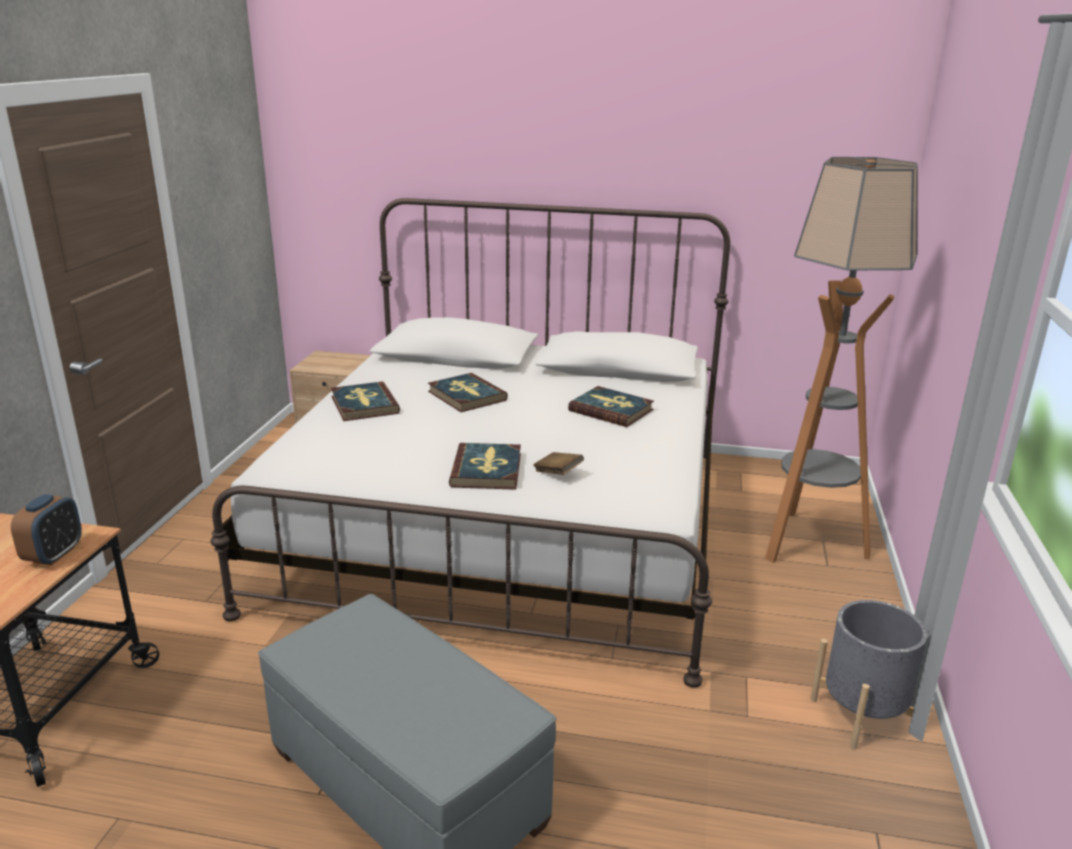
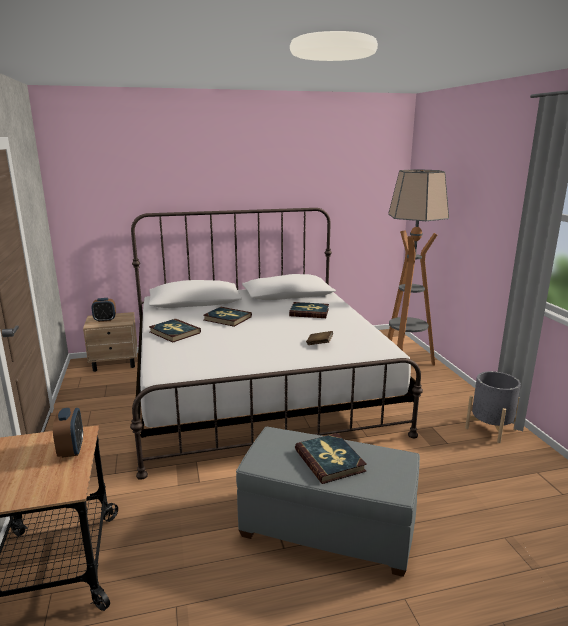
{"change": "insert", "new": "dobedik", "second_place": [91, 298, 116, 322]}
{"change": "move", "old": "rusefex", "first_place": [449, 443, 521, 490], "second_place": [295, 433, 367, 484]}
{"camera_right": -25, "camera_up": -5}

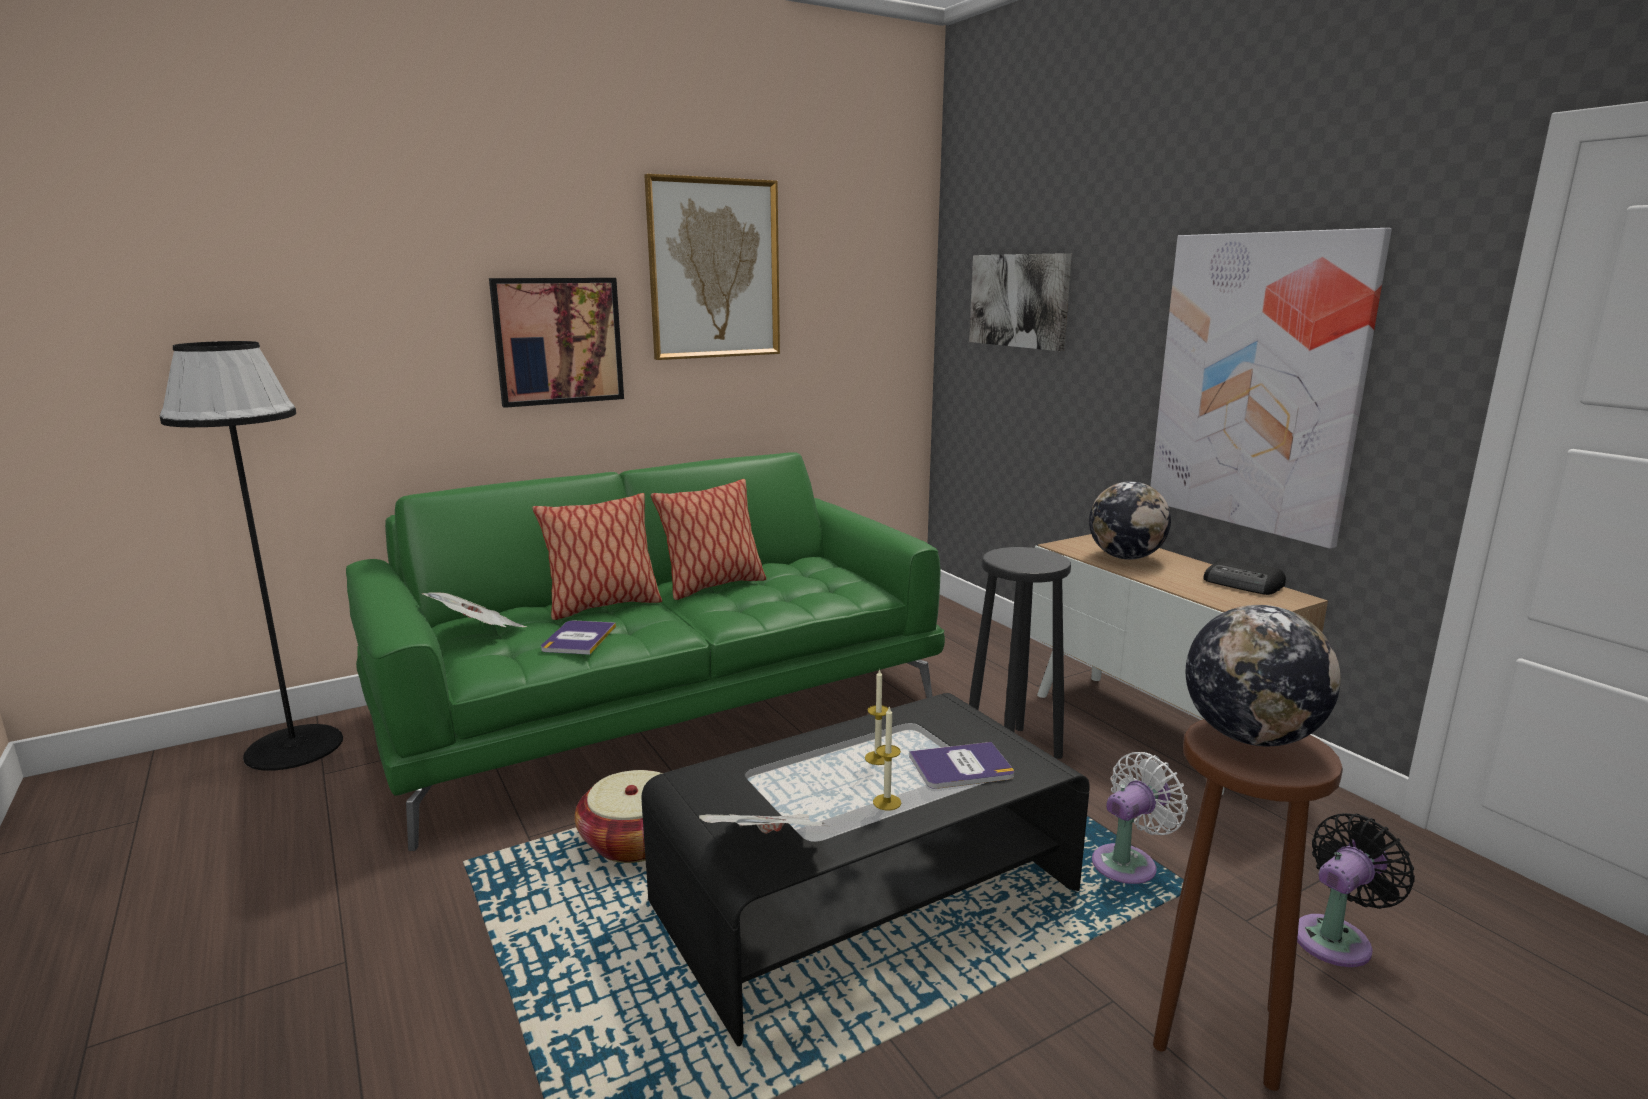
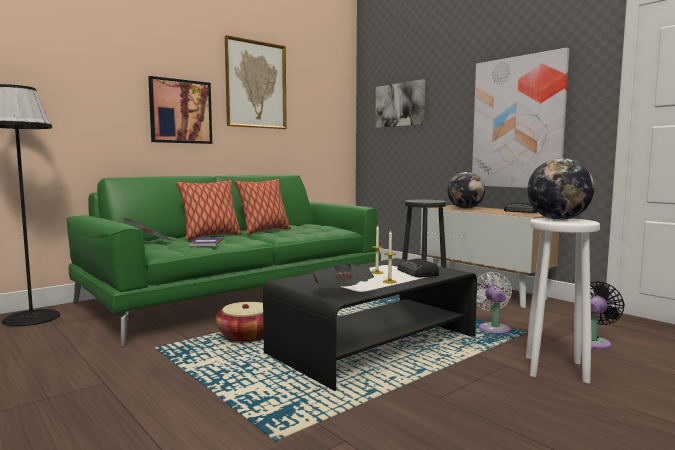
{"change": "replace", "old": "rusefex", "new": "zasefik", "first_place": [909, 742, 1014, 789], "second_place": [398, 258, 439, 277]}
{"change": "recolor", "old": "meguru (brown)", "new": "meguru (white)", "first_place": [1153, 719, 1343, 1091], "second_place": [526, 218, 600, 383]}
{"change": "rotate", "old": "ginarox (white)", "first_place": [1092, 752, 1188, 884], "second_place": [476, 272, 512, 334], "degrees": -45}
{"camera_right": -10, "camera_up": -10}

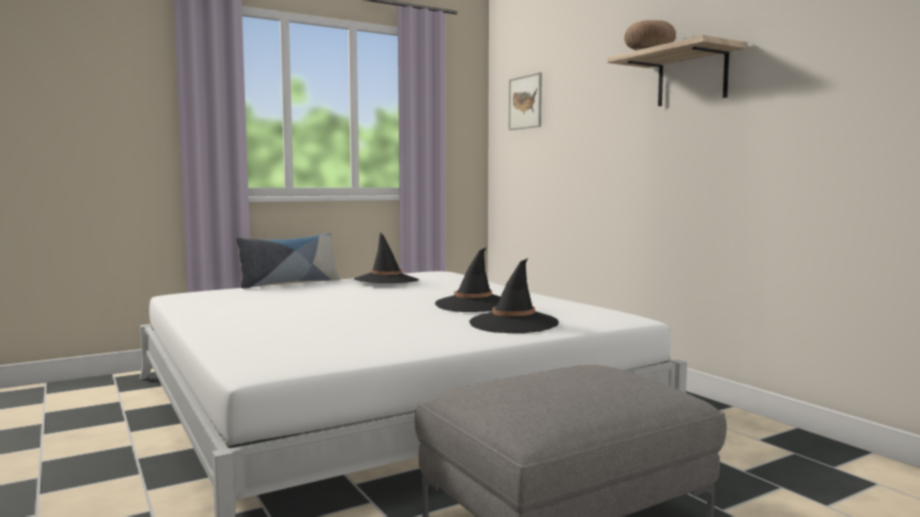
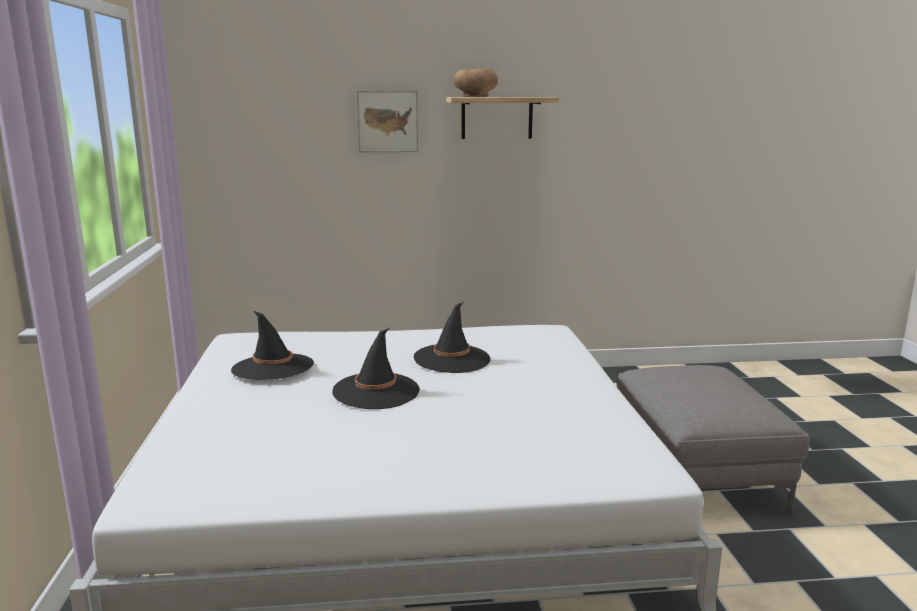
{"change": "delete", "old": "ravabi", "first_place": [236, 233, 340, 289]}
{"change": "move", "old": "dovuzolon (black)", "first_place": [469, 258, 559, 333], "second_place": [332, 328, 420, 409]}
{"change": "move", "old": "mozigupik", "first_place": [509, 72, 542, 130], "second_place": [356, 90, 418, 152]}
{"camera_right": -65, "camera_up": 10}

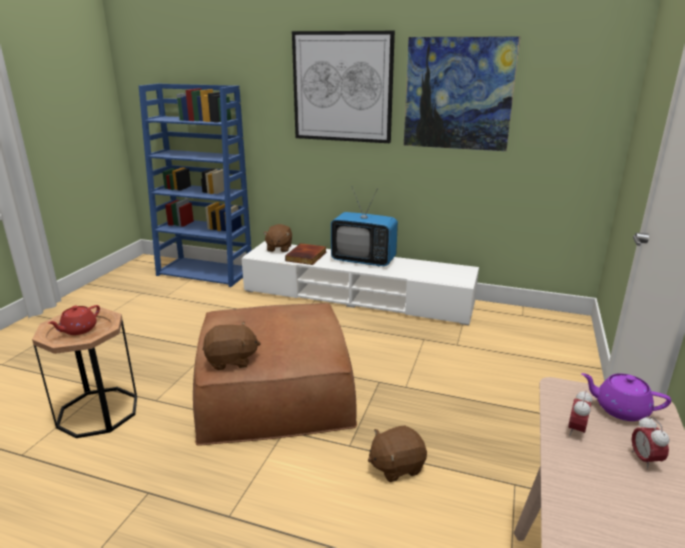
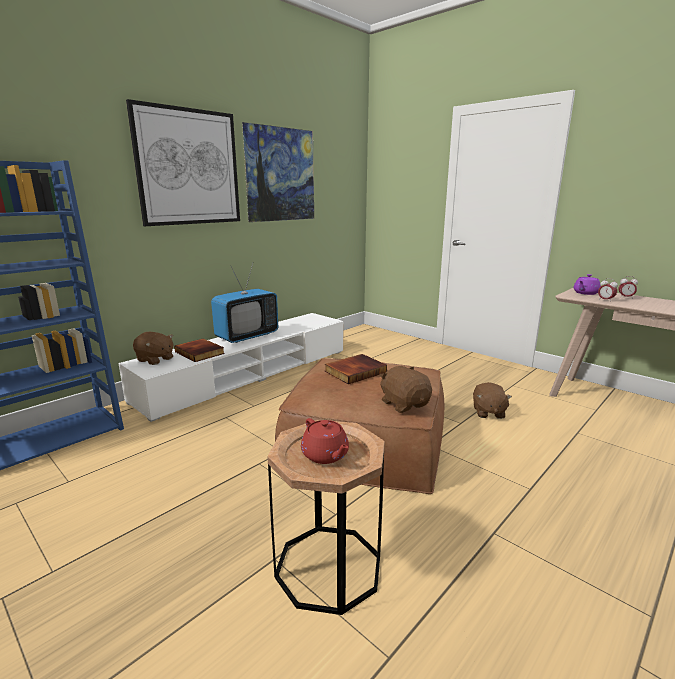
{"change": "insert", "new": "rusefex", "second_place": [324, 354, 387, 384]}
{"change": "rotate", "old": "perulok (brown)", "first_place": [202, 322, 261, 370], "second_place": [379, 366, 432, 413], "degrees": -45}
{"camera_right": -65, "camera_up": -5}

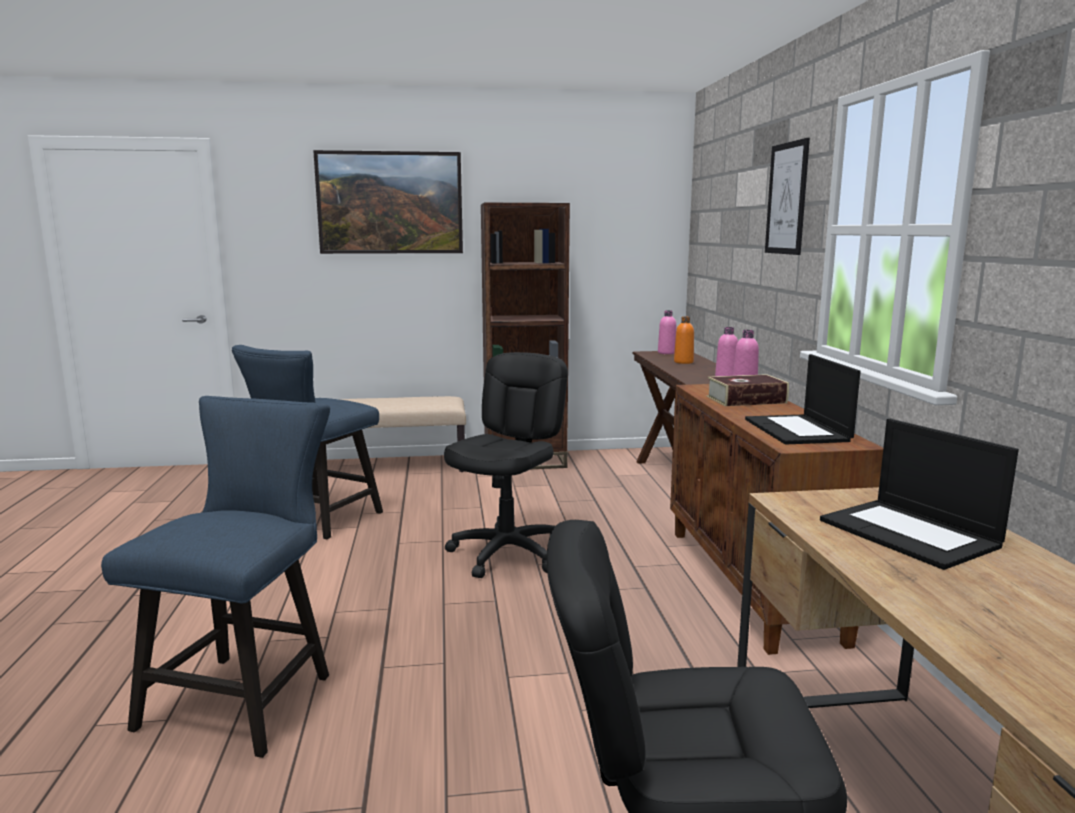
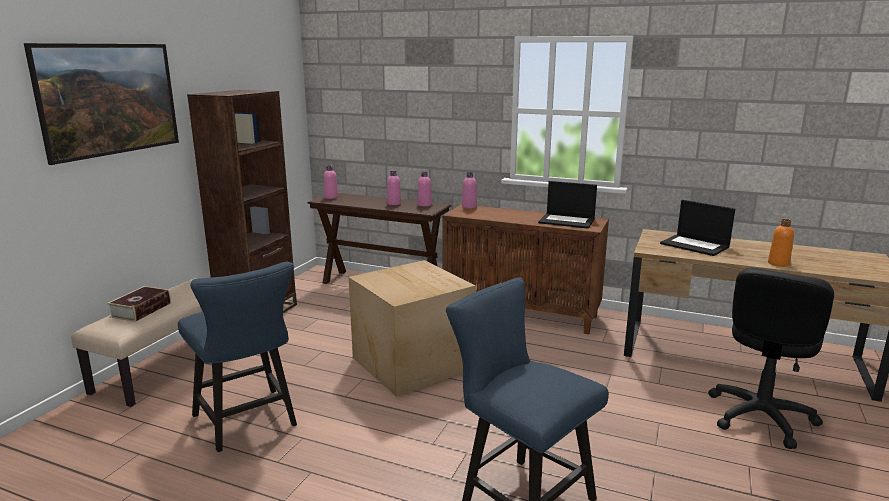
{"change": "delete", "old": "mozigupik", "first_place": [765, 138, 810, 255]}
{"change": "insert", "new": "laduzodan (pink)", "second_place": [387, 171, 401, 205]}
{"change": "move", "old": "laduzodan (orange)", "first_place": [674, 317, 694, 364], "second_place": [768, 219, 794, 267]}
{"change": "move", "old": "rusefex", "first_place": [707, 374, 789, 406], "second_place": [107, 286, 171, 322]}
{"change": "replace", "old": "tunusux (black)", "new": "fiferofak", "first_place": [444, 352, 568, 578], "second_place": [349, 260, 476, 397]}
{"change": "rotate", "old": "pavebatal", "first_place": [820, 419, 1019, 570], "second_place": [660, 200, 735, 256], "degrees": 45}
{"camera_right": -60, "camera_up": 5}

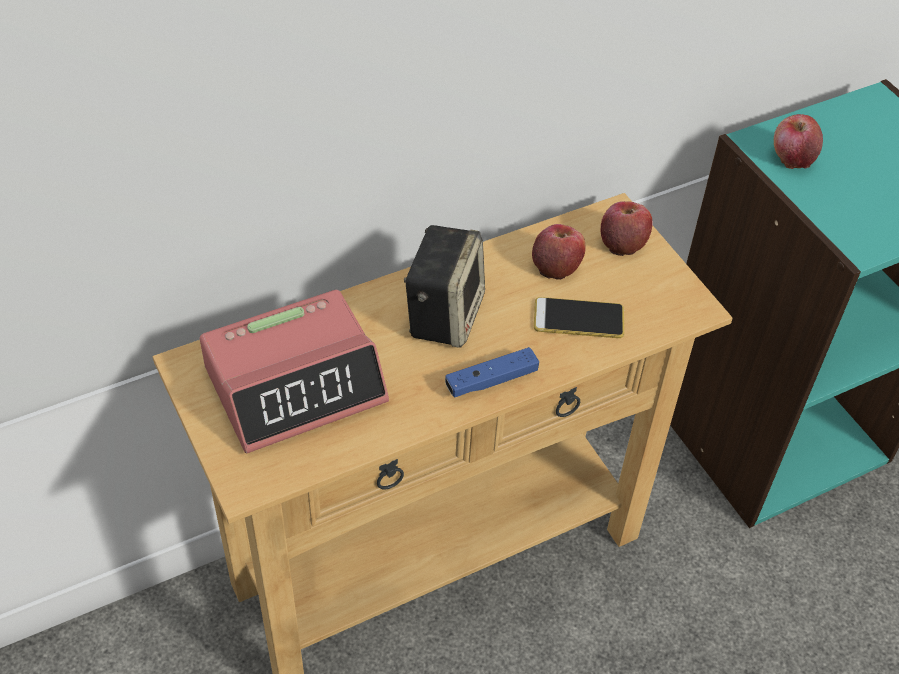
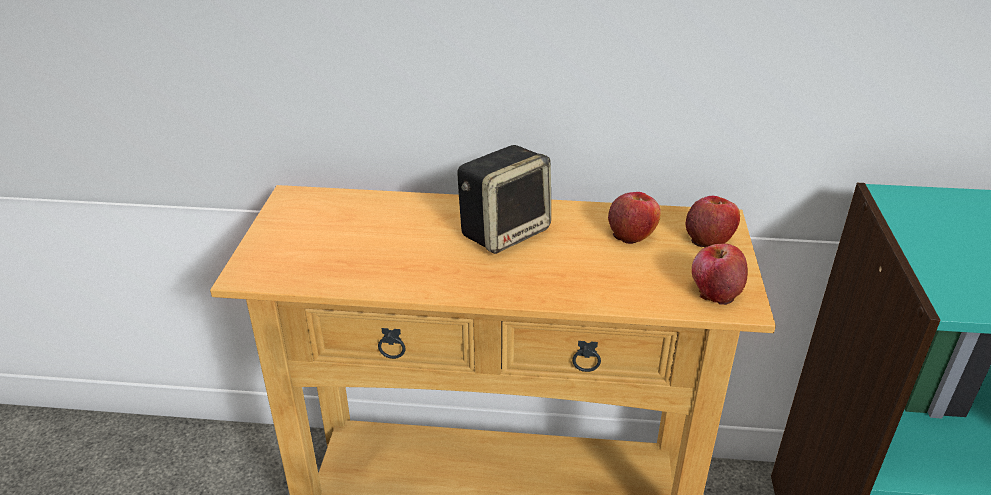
{"change": "delete", "old": "dobedik", "first_place": [200, 290, 389, 454]}
{"change": "delete", "old": "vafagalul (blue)", "first_place": [445, 347, 539, 398]}
{"change": "delete", "old": "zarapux", "first_place": [534, 297, 624, 338]}
{"change": "move", "old": "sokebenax", "first_place": [774, 114, 823, 169], "second_place": [692, 244, 748, 305]}
{"camera_right": 35, "camera_up": -15}

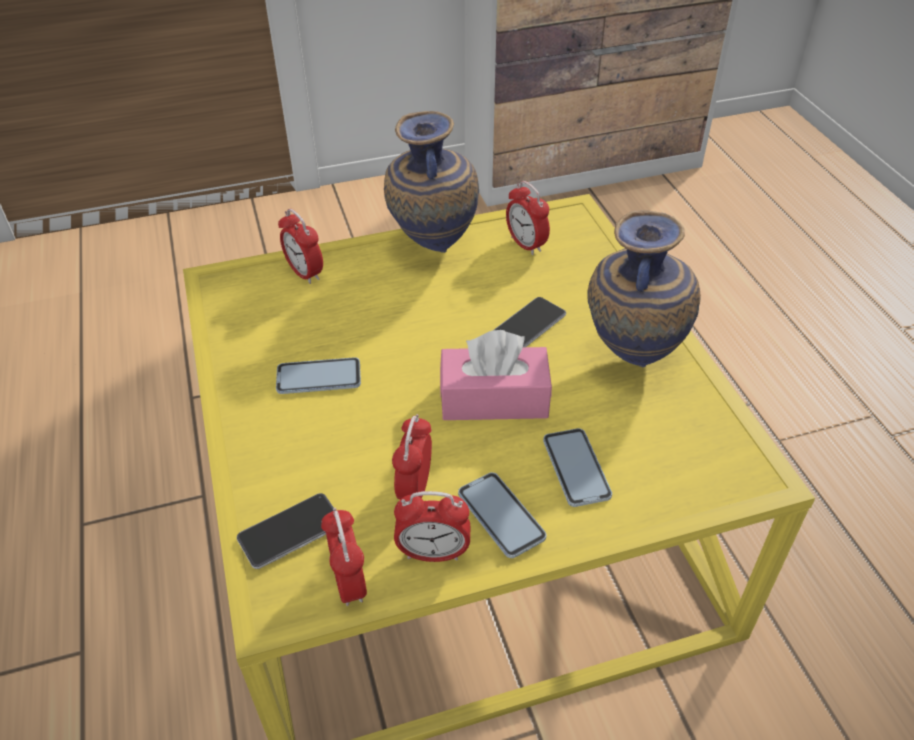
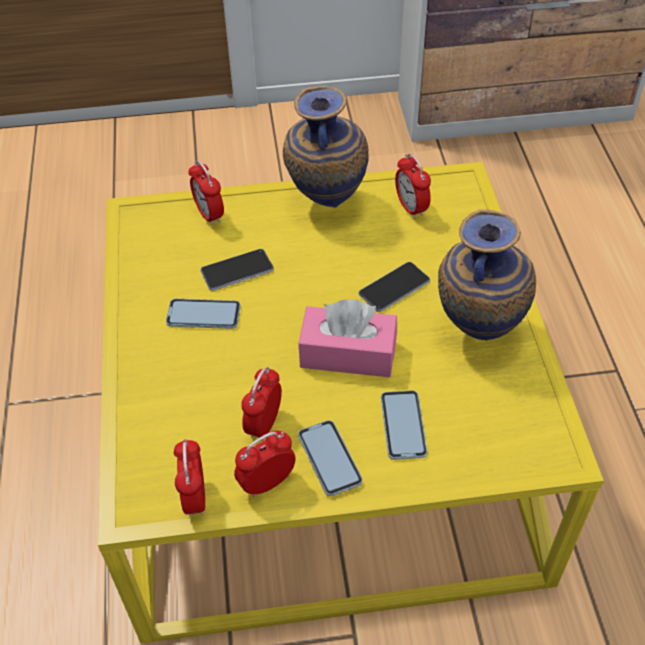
{"change": "move", "old": "zarapux", "first_place": [237, 493, 334, 569], "second_place": [200, 249, 274, 291]}
{"change": "rotate", "old": "dobedik", "first_place": [394, 491, 470, 562], "second_place": [234, 431, 295, 497], "degrees": 135}
{"camera_right": 10, "camera_up": 5}

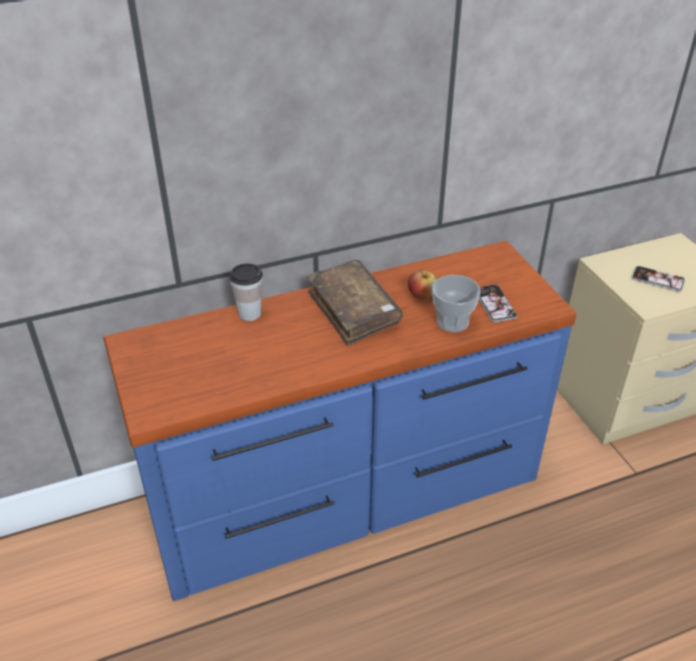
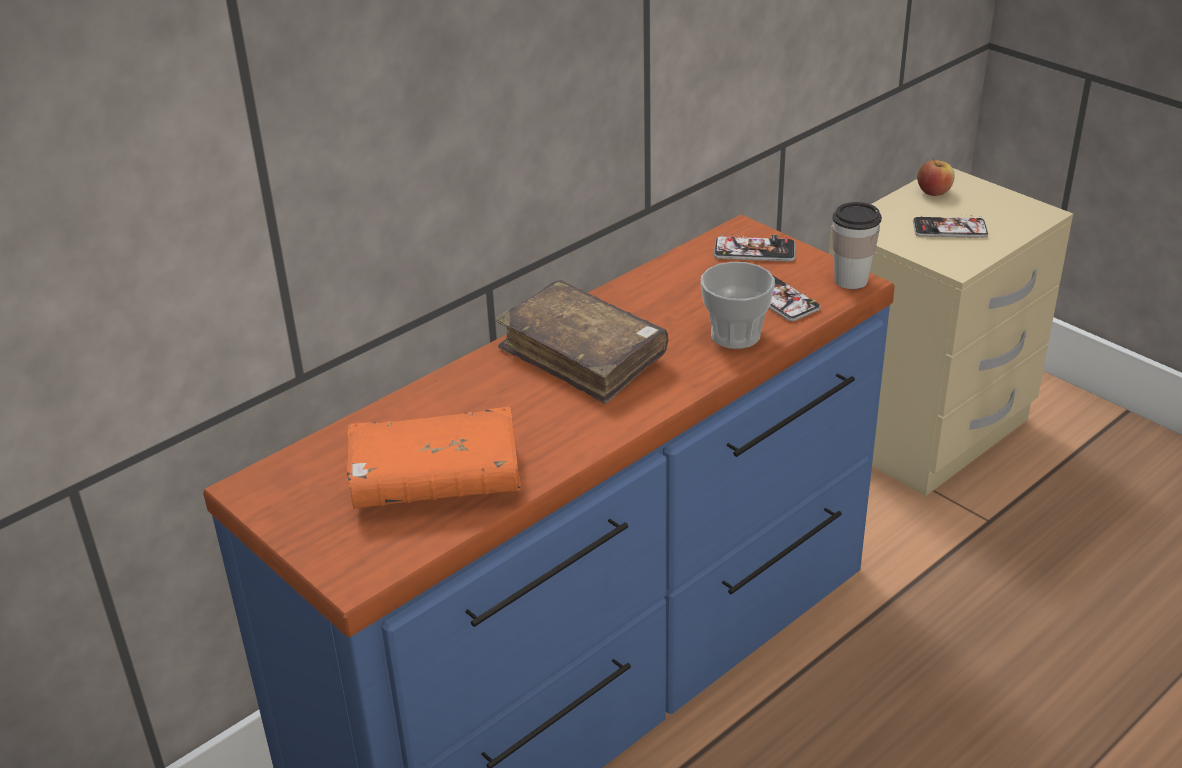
{"change": "insert", "new": "rusefex (orange)", "second_place": [347, 407, 521, 509]}
{"change": "insert", "new": "zarapux", "second_place": [714, 233, 795, 262]}
{"change": "move", "old": "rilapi", "first_place": [229, 263, 263, 321], "second_place": [832, 202, 882, 289]}
{"change": "move", "old": "sokebenax", "first_place": [408, 269, 437, 299], "second_place": [917, 158, 955, 196]}
{"camera_right": -20, "camera_up": -5}

